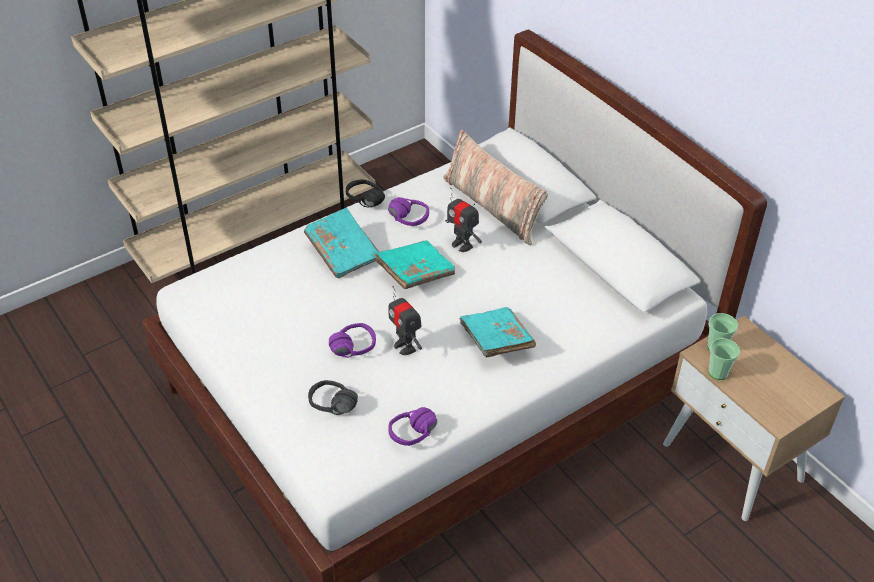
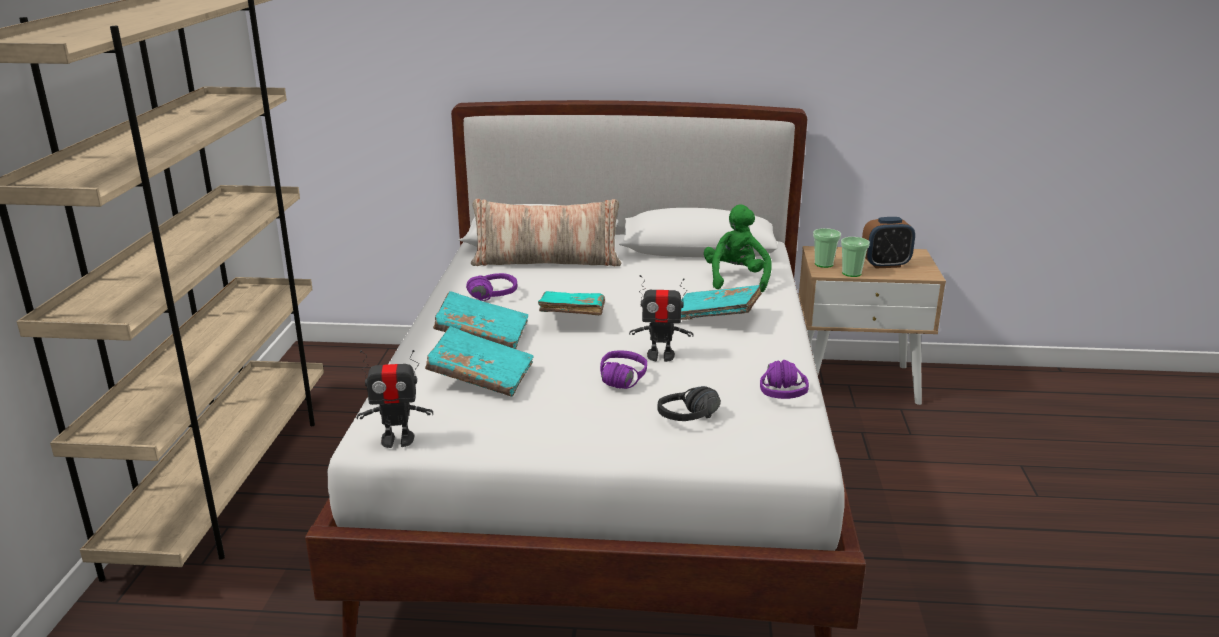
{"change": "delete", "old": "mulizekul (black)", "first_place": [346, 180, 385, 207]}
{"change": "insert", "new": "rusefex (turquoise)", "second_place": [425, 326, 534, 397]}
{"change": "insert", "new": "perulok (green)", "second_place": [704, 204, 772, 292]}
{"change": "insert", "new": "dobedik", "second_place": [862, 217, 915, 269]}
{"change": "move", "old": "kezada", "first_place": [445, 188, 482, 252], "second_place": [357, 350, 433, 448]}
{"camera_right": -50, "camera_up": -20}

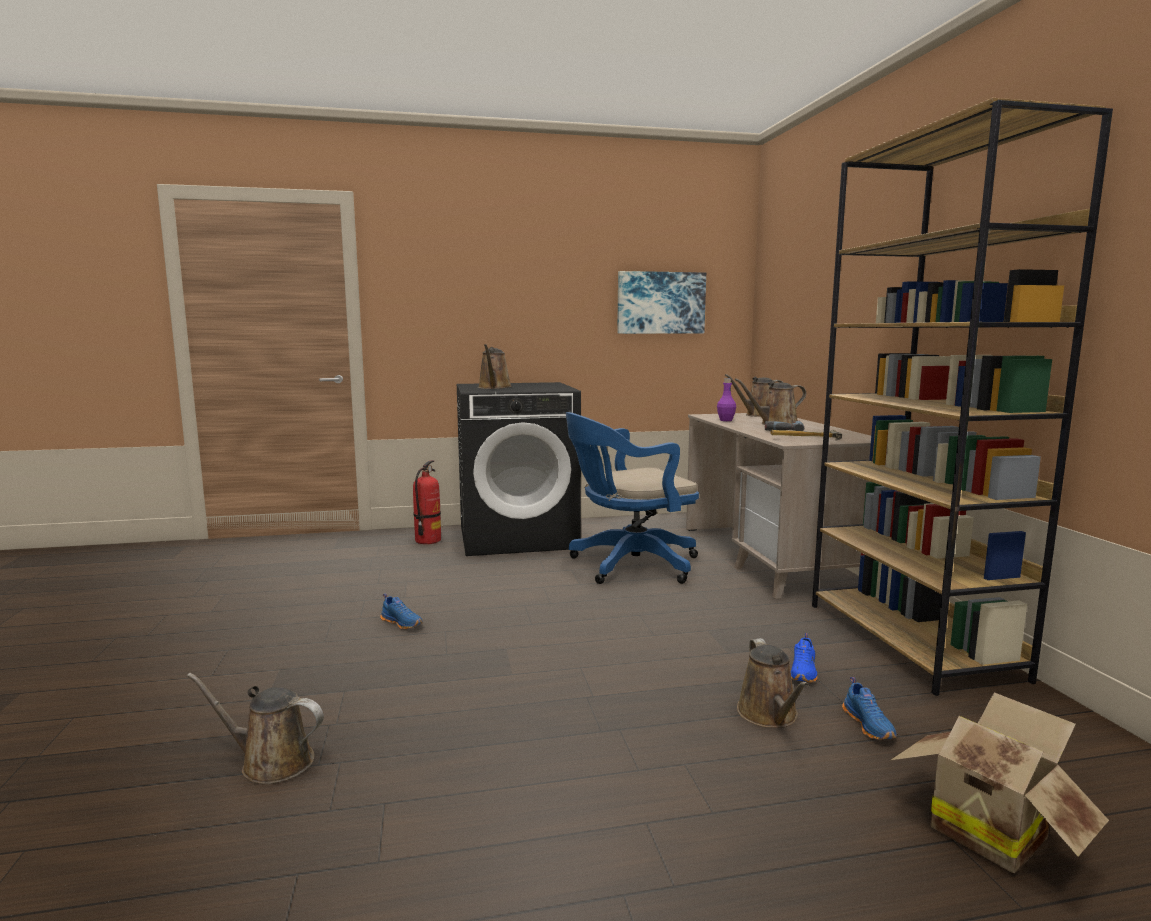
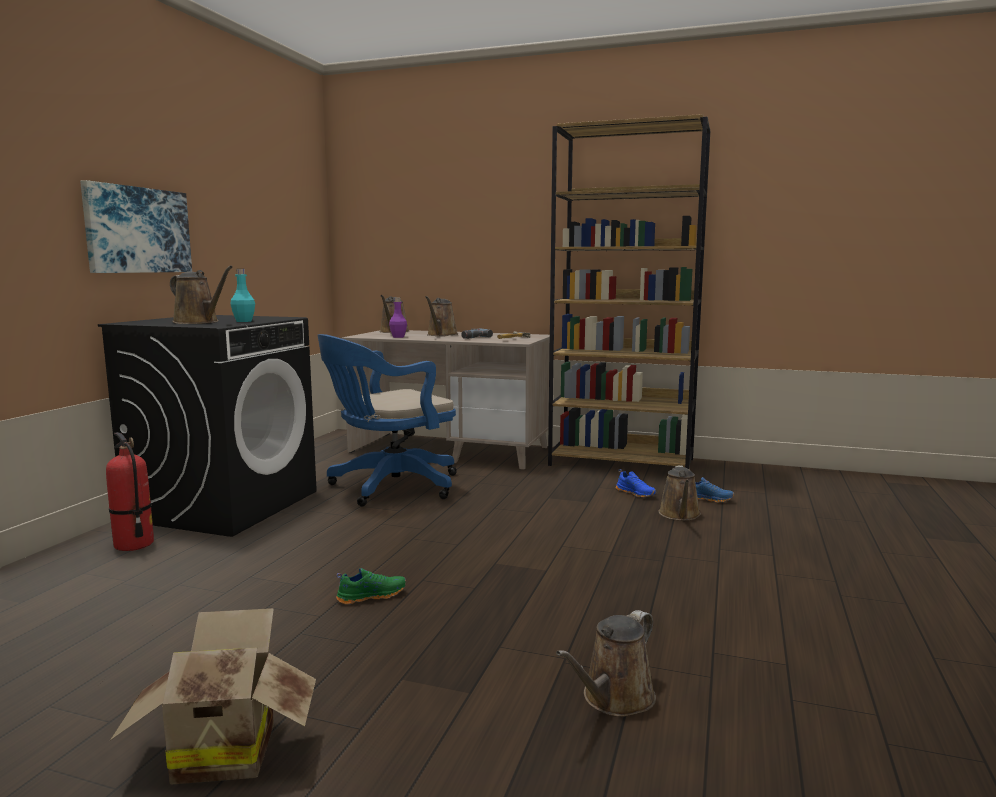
{"change": "insert", "new": "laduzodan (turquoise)", "second_place": [231, 269, 255, 322]}
{"change": "move", "old": "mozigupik", "first_place": [617, 271, 706, 334], "second_place": [80, 180, 192, 273]}
{"change": "move", "old": "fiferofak", "first_place": [890, 692, 1109, 873], "second_place": [110, 608, 316, 785]}
{"change": "recolor", "old": "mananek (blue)", "new": "mananek (green)", "first_place": [380, 594, 423, 630], "second_place": [336, 568, 406, 604]}
{"change": "rotate", "old": "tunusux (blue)", "first_place": [566, 412, 699, 584], "second_place": [318, 334, 457, 506], "degrees": 45}
{"change": "rotate", "old": "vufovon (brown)", "first_place": [737, 638, 809, 728], "second_place": [659, 465, 701, 521], "degrees": 75}
{"camera_right": -60, "camera_up": 0}

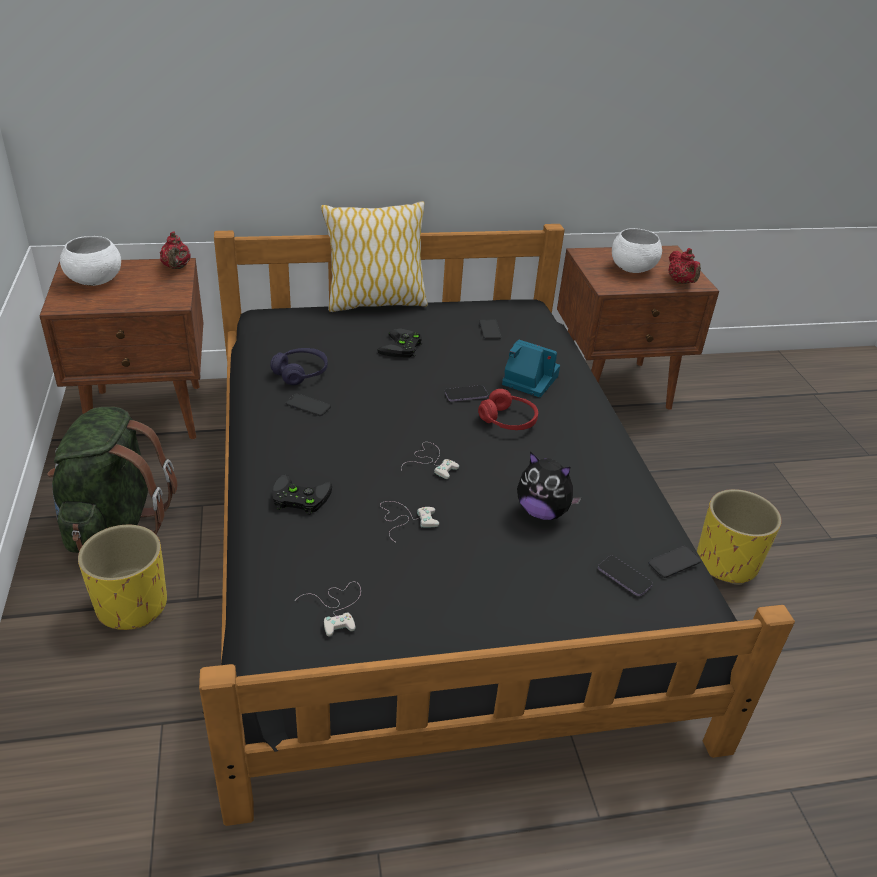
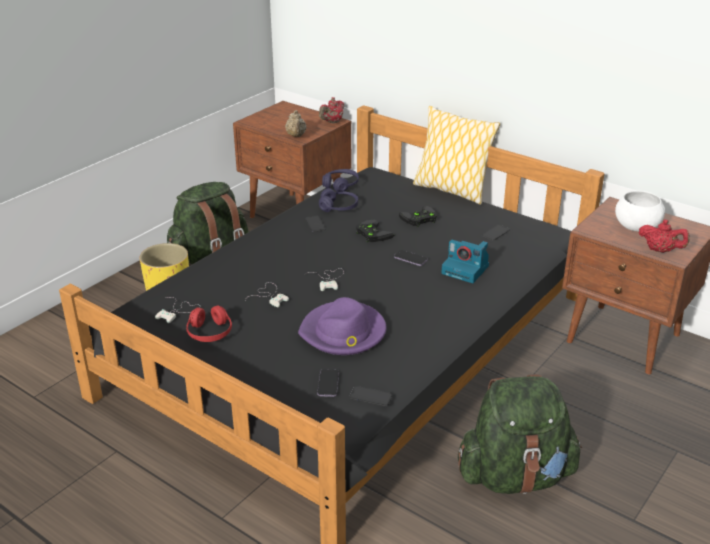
{"change": "delete", "old": "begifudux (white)", "first_place": [60, 236, 121, 286]}
{"change": "insert", "new": "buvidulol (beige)", "second_place": [285, 110, 306, 137]}
{"change": "insert", "new": "mulizekul (purple)", "second_place": [322, 169, 359, 192]}
{"change": "move", "old": "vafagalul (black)", "first_place": [273, 475, 332, 515], "second_place": [356, 220, 394, 242]}
{"change": "move", "old": "mulizekul (red)", "first_place": [478, 389, 538, 430], "second_place": [186, 305, 232, 342]}
{"change": "replace", "old": "perulok", "new": "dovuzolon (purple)", "first_place": [517, 452, 582, 520], "second_place": [298, 297, 386, 355]}
{"change": "replace", "old": "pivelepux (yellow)", "new": "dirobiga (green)", "first_place": [697, 489, 782, 585], "second_place": [458, 374, 582, 494]}
{"change": "rotate", "old": "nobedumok", "first_place": [502, 340, 560, 397], "second_place": [442, 240, 489, 283], "degrees": 135}
{"change": "rotate", "old": "buvidulol (red)", "first_place": [668, 248, 701, 284], "second_place": [639, 220, 690, 253], "degrees": -90}
{"camera_right": 50, "camera_up": -5}

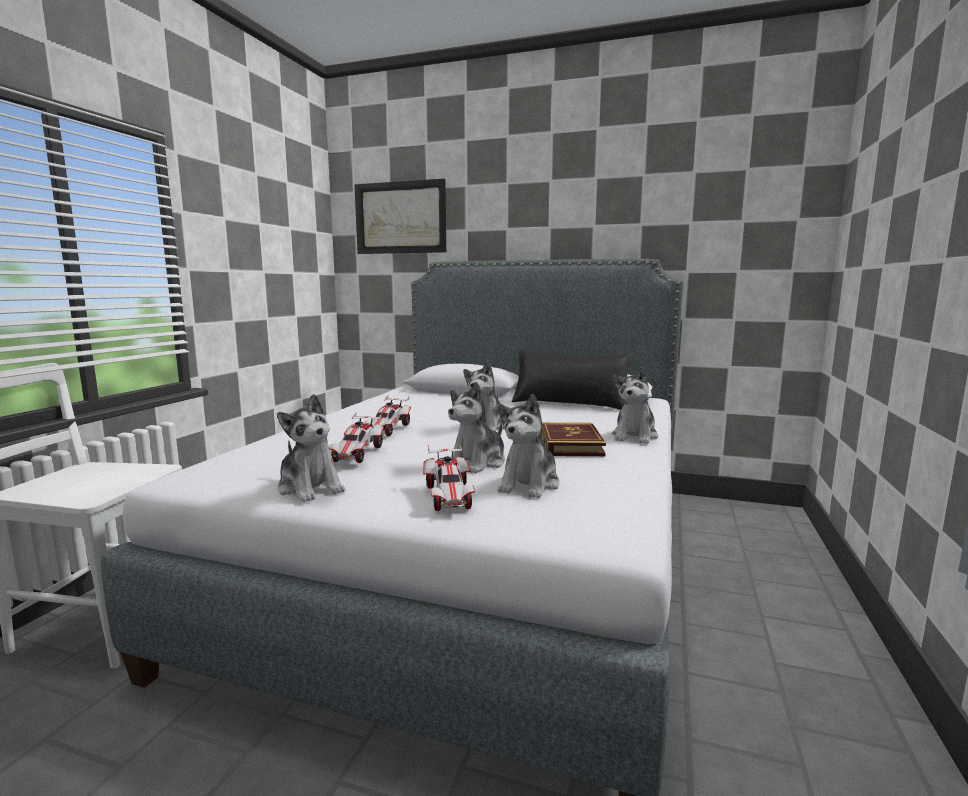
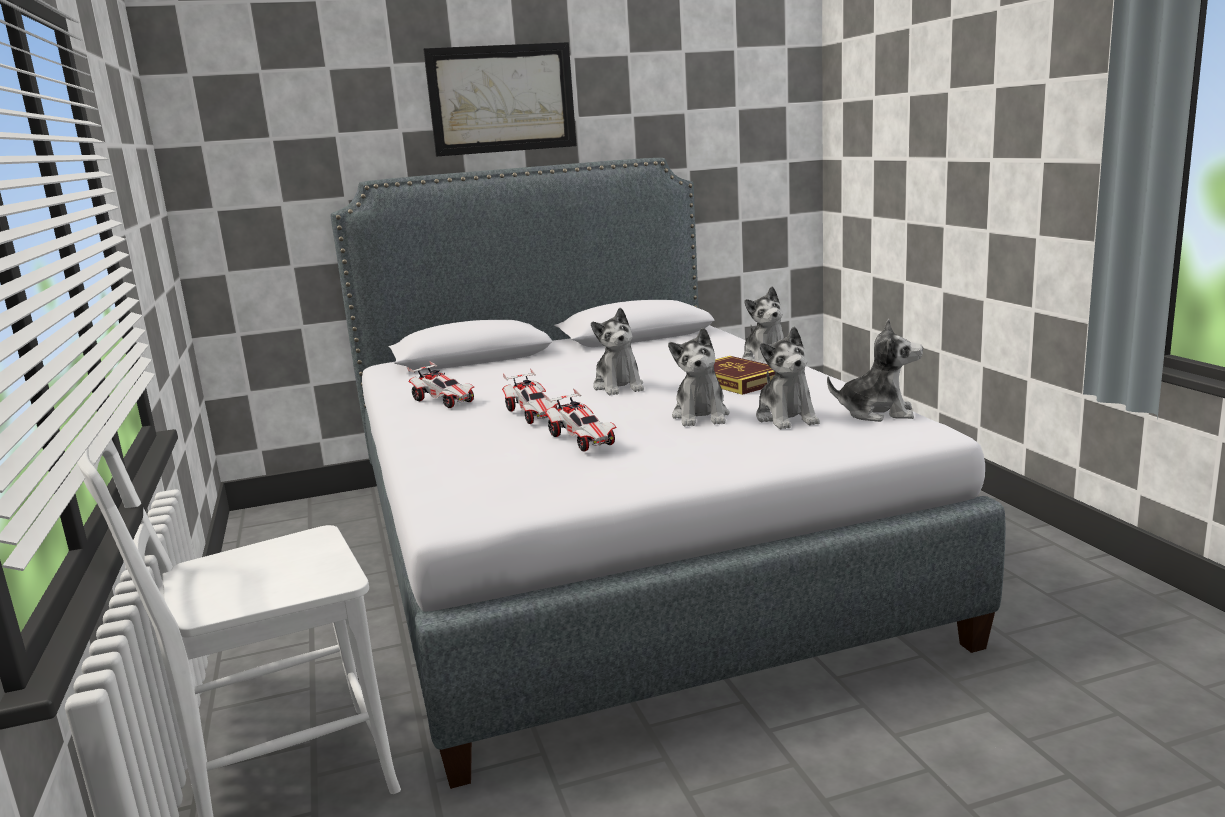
{"change": "delete", "old": "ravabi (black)", "first_place": [512, 350, 631, 410]}
{"change": "move", "old": "perulok", "first_place": [277, 394, 345, 502], "second_place": [827, 319, 923, 422]}
{"change": "move", "old": "mozigupik", "first_place": [354, 179, 446, 254], "second_place": [423, 42, 577, 157]}
{"change": "move", "old": "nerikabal", "first_place": [423, 443, 475, 511], "second_place": [407, 361, 474, 408]}
{"camera_right": -35, "camera_up": 5}

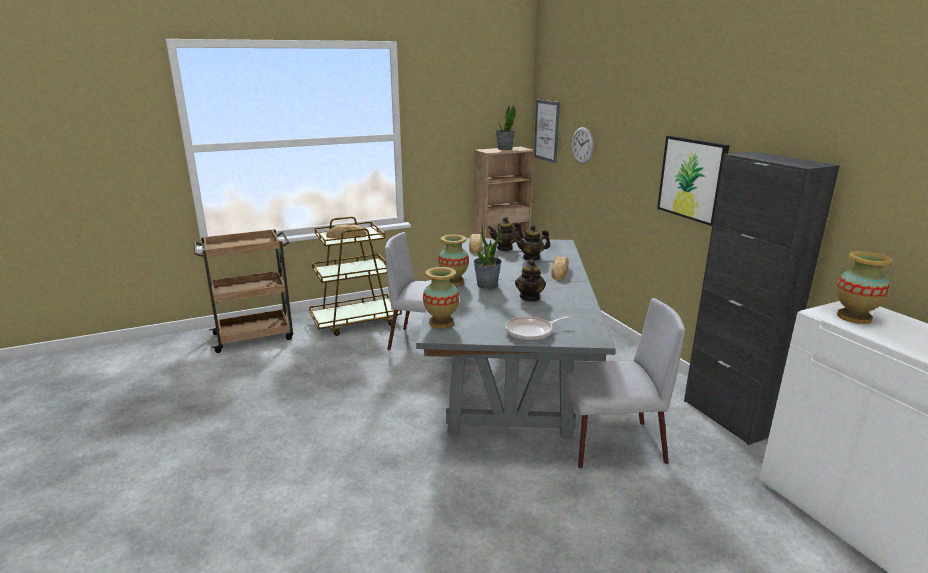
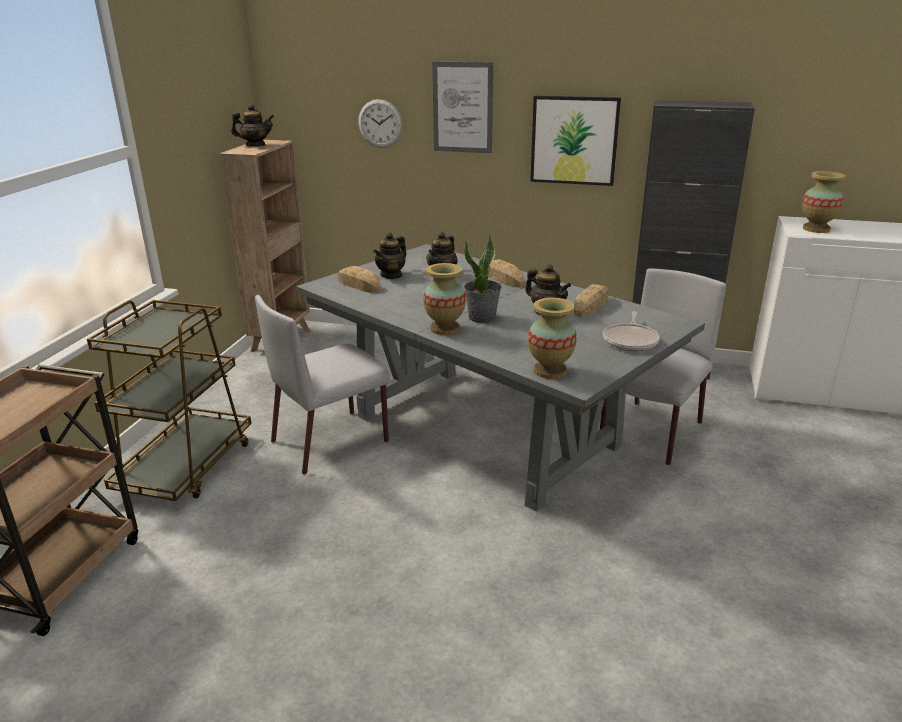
{"change": "move", "old": "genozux", "first_place": [326, 225, 367, 238], "second_place": [574, 284, 609, 317]}
{"change": "move", "old": "mozigupik", "first_place": [534, 100, 560, 163], "second_place": [432, 62, 493, 153]}
{"change": "replace", "old": "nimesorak", "new": "buvidulol", "first_place": [496, 105, 516, 150], "second_place": [231, 104, 274, 146]}
{"camera_right": -50, "camera_up": 5}

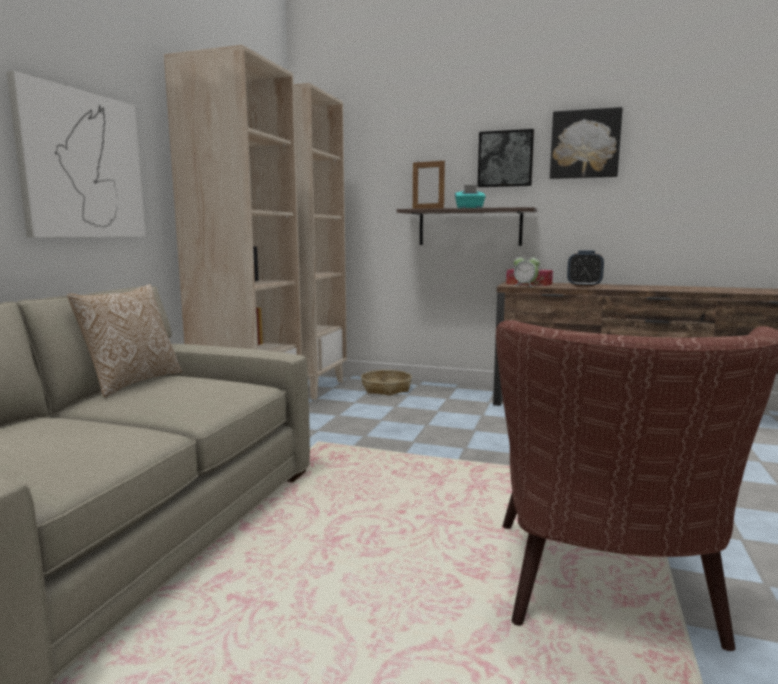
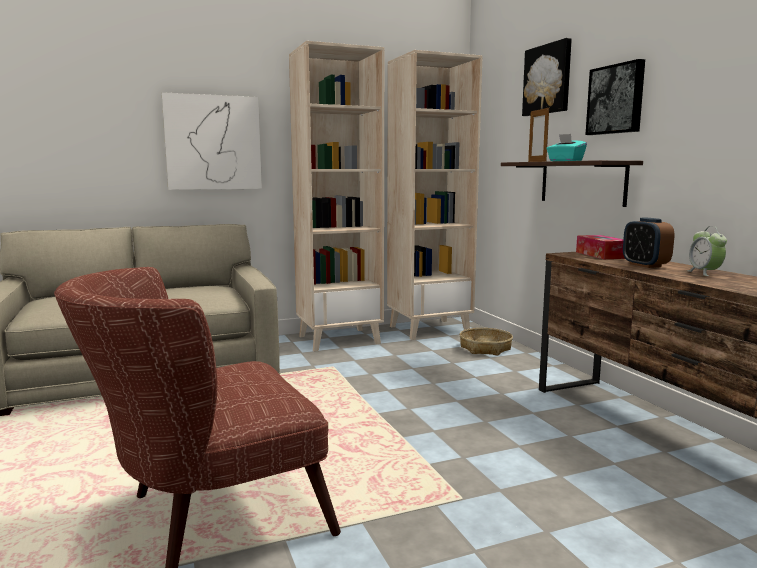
{"change": "delete", "old": "ravabi", "first_place": [67, 284, 182, 397]}
{"change": "move", "old": "dobedik", "first_place": [514, 253, 540, 287], "second_place": [687, 226, 727, 276]}
{"change": "move", "old": "mozigupik", "first_place": [550, 107, 623, 179], "second_place": [522, 38, 572, 116]}
{"camera_right": 50, "camera_up": 0}

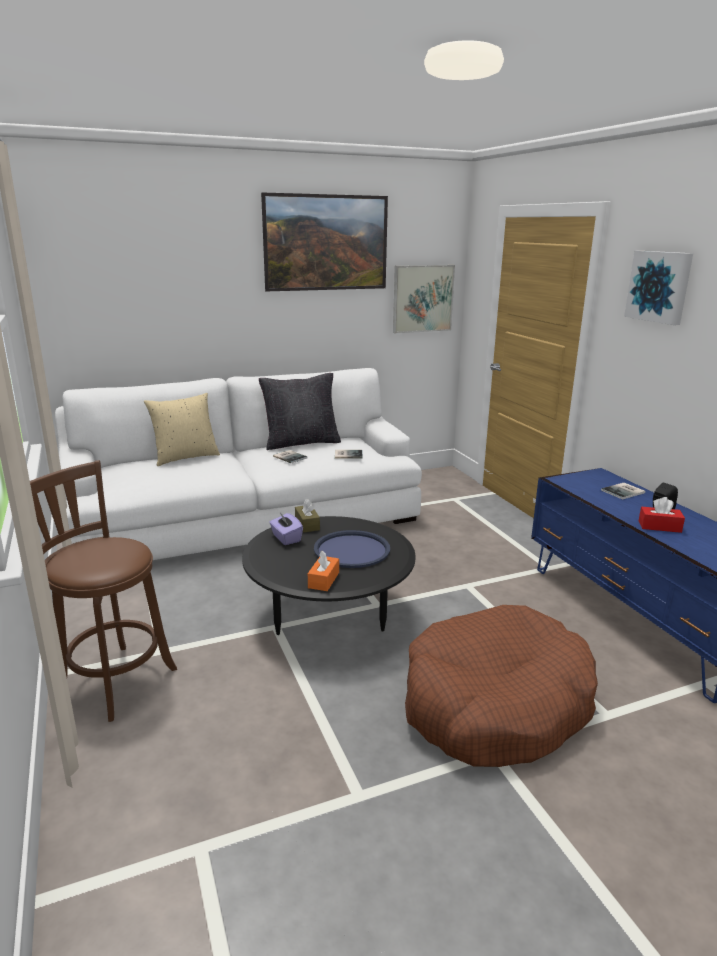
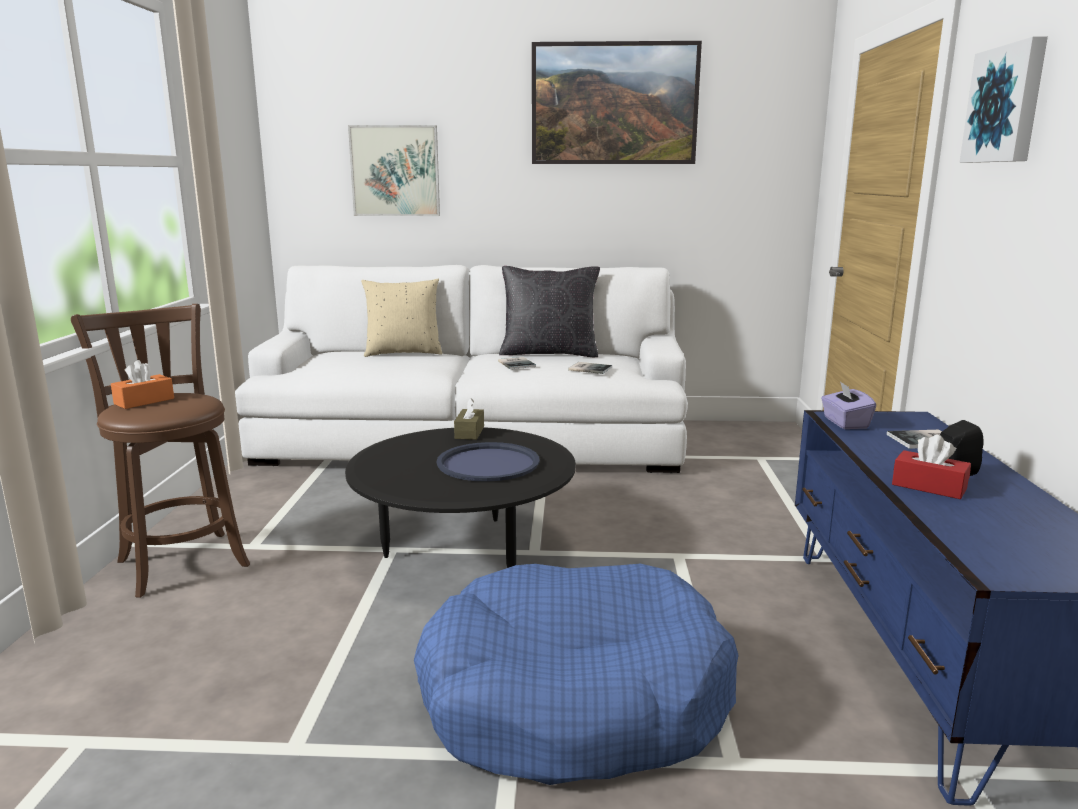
{"change": "move", "old": "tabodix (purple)", "first_place": [269, 511, 303, 545], "second_place": [821, 381, 876, 429]}
{"change": "move", "old": "tabodix (orange)", "first_place": [308, 551, 339, 591], "second_place": [111, 360, 174, 409]}
{"change": "move", "old": "mozigupik", "first_place": [393, 265, 455, 333], "second_place": [348, 125, 440, 216]}
{"change": "recolor", "old": "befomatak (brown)", "new": "befomatak (blue)", "first_place": [405, 605, 598, 767], "second_place": [414, 564, 739, 785]}
{"camera_right": 25, "camera_up": -5}

